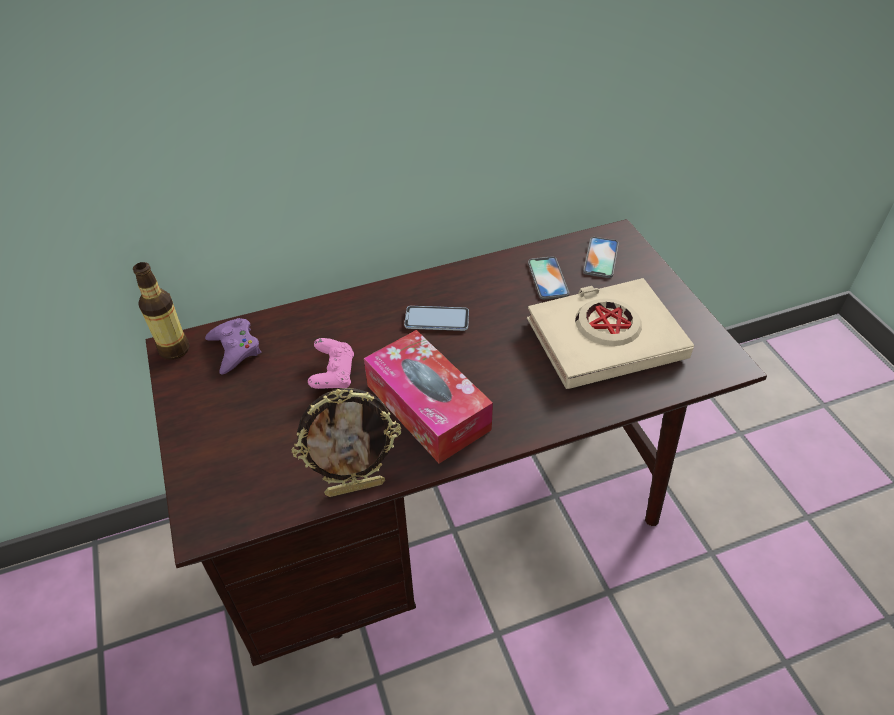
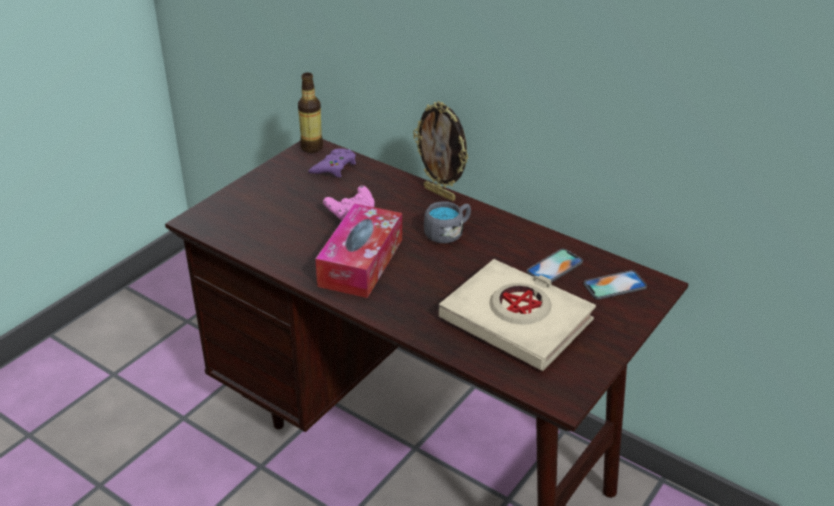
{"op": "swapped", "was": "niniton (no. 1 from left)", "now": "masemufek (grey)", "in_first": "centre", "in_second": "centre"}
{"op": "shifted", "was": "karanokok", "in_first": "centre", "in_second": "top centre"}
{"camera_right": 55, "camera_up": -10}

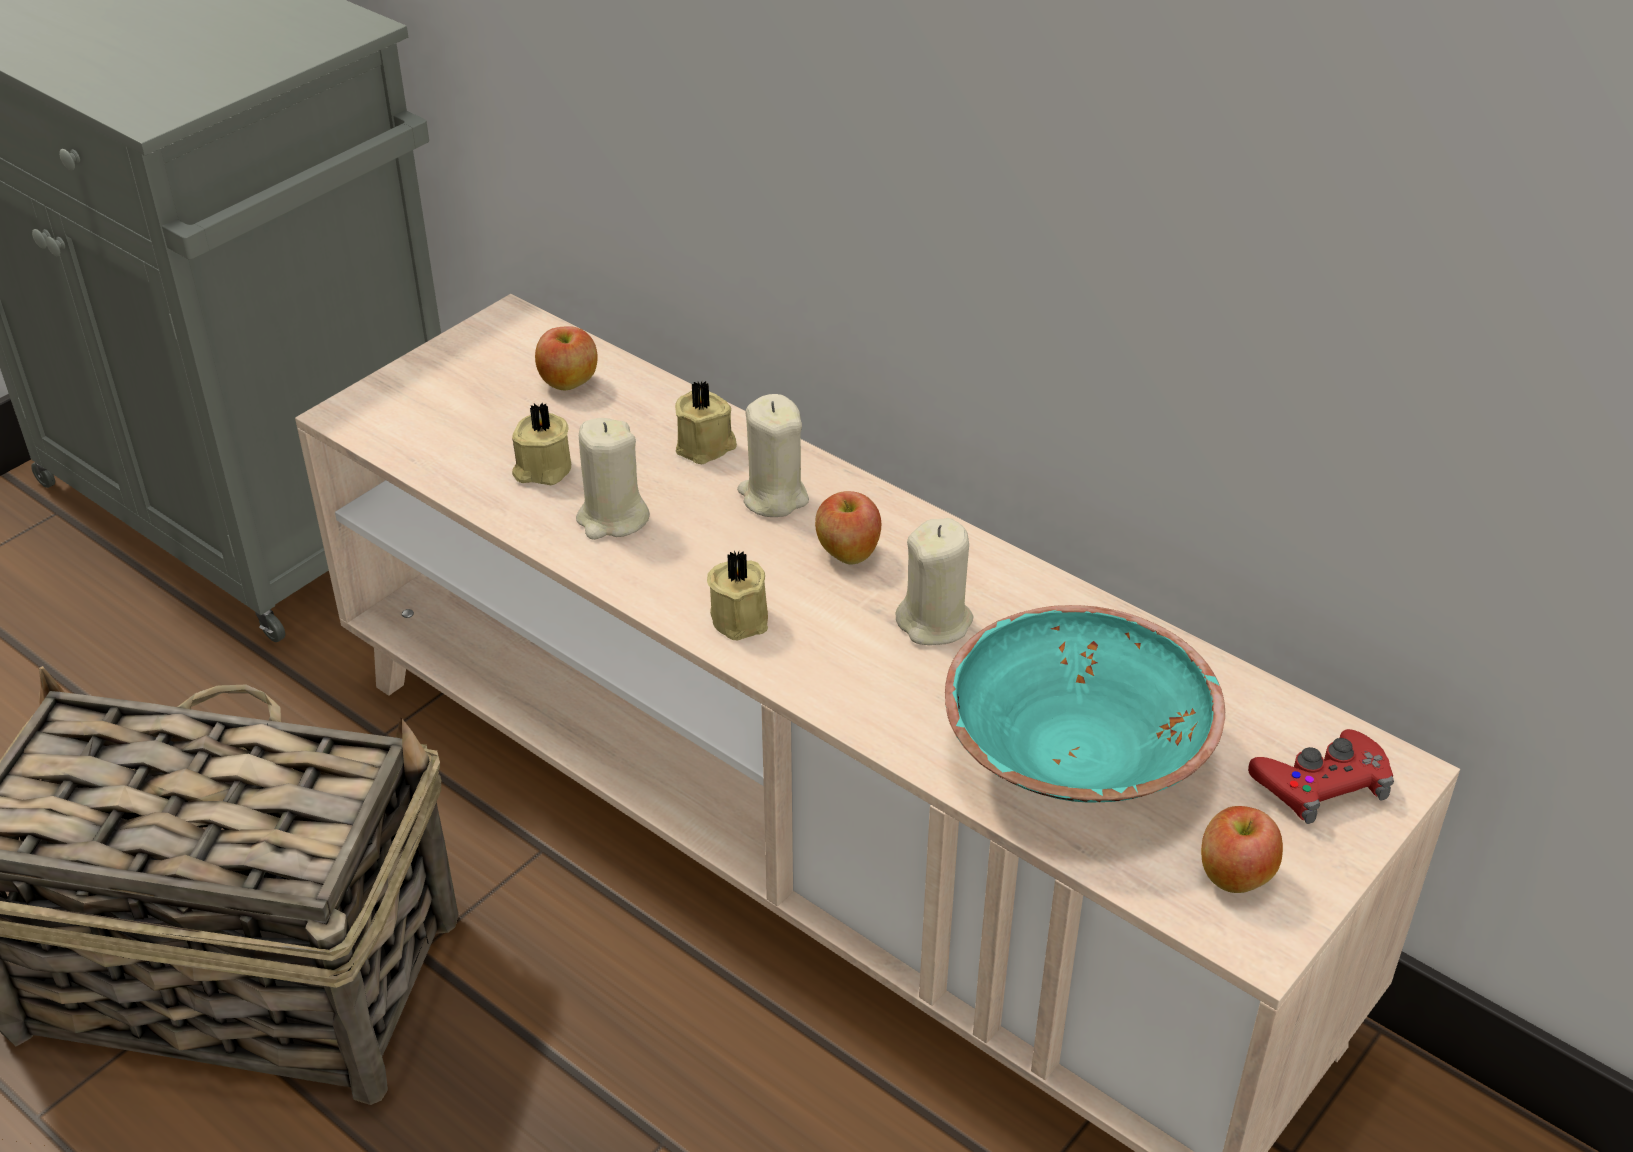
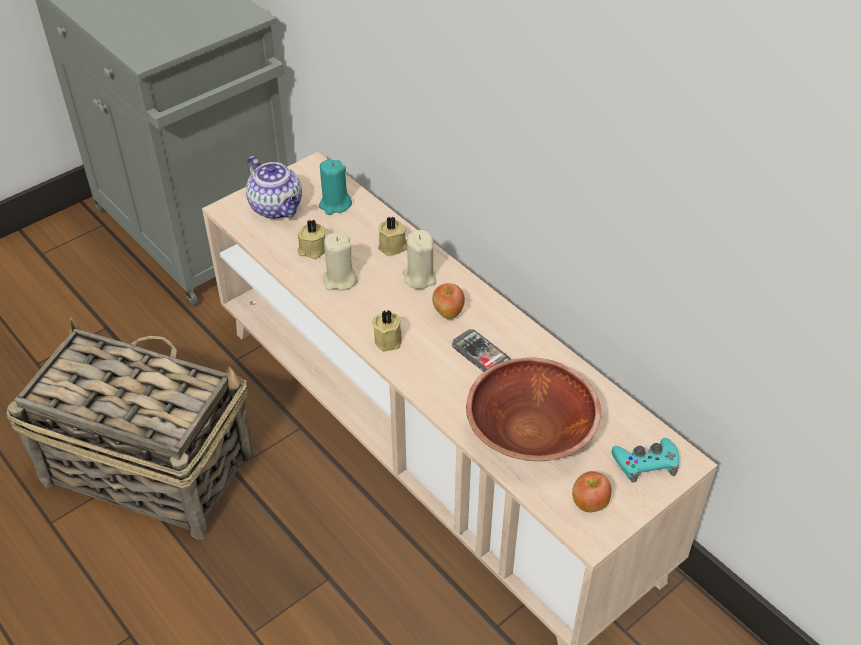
{"op": "swapped", "was": "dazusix (no. 1 from left)", "now": "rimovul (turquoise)", "in_first": "top centre", "in_second": "top centre"}
{"op": "swapped", "was": "rimovul (beige) (no. 6 from left)", "now": "niniton", "in_first": "centre", "in_second": "centre"}
{"op": "repainted", "was": "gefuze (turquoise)", "now": "gefuze (brown)", "in_first": "centre", "in_second": "centre"}
{"op": "repainted", "was": "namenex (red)", "now": "namenex (turquoise)", "in_first": "bottom right", "in_second": "bottom right"}
{"op": "new", "now": "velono", "in_second": "top left"}
{"camera_right": 10, "camera_up": 5}

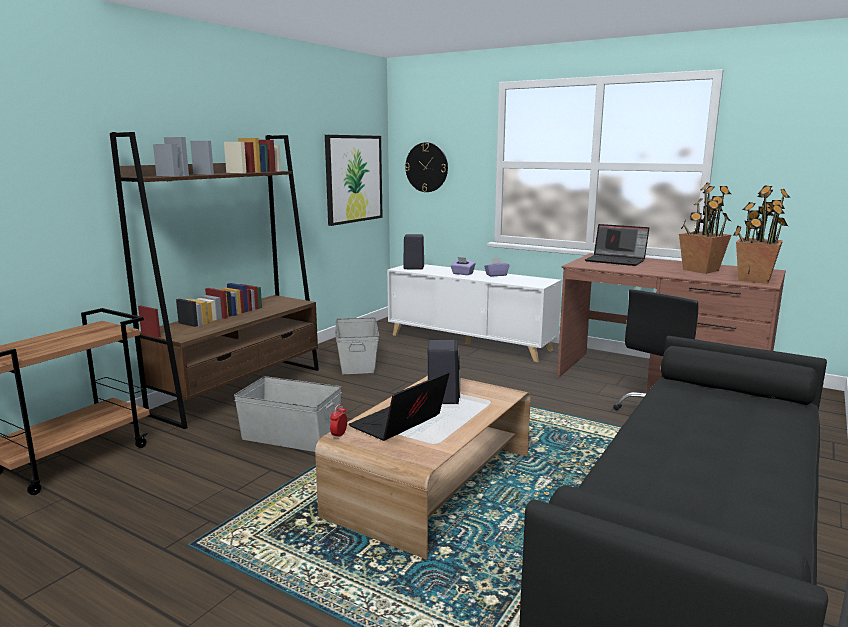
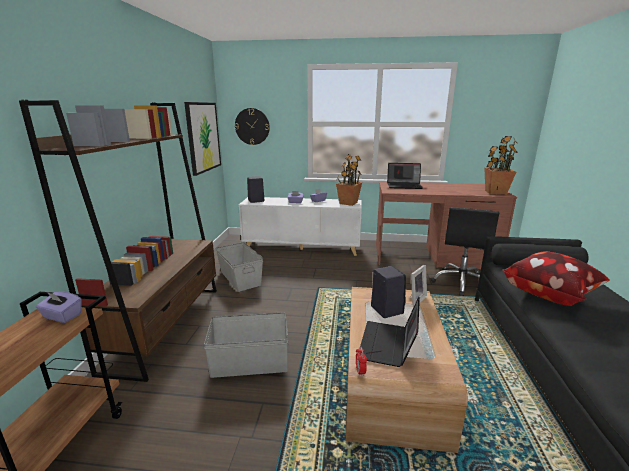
{"op": "shifted", "was": "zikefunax (no. 1 from left)", "in_first": "middle right", "in_second": "centre"}
{"op": "new", "now": "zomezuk", "in_second": "middle right"}
{"op": "new", "now": "karanokok", "in_second": "centre"}
{"op": "new", "now": "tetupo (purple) (no. 1 from left)", "in_second": "middle left"}
{"camera_right": -25, "camera_up": 5}

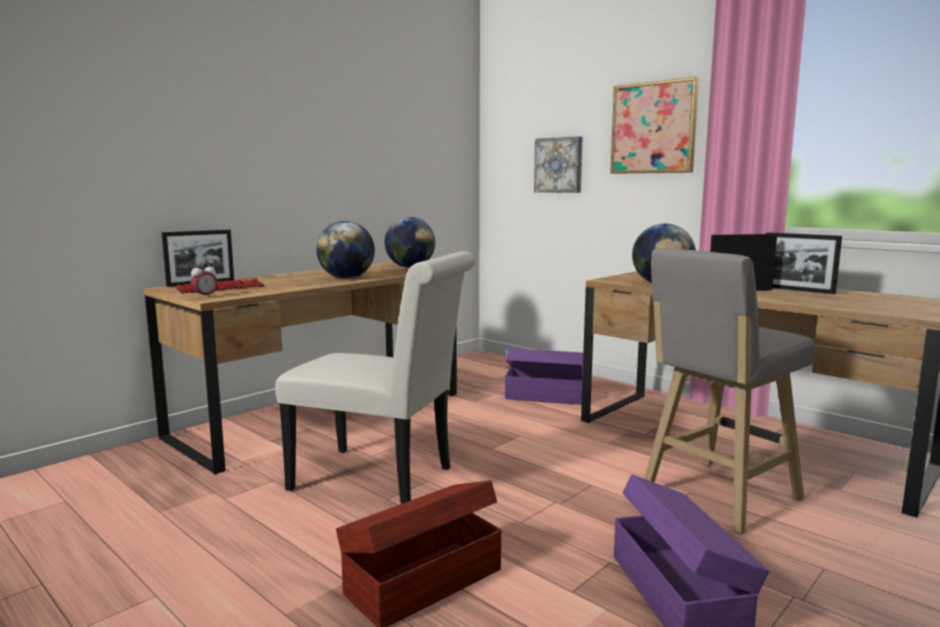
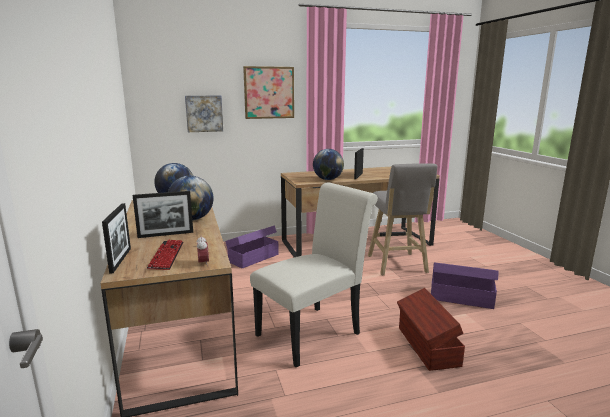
{"op": "shifted", "was": "karanokok (no. 3 from left in the first image)", "now": "karanokok (no. 2 from left)", "in_first": "middle right", "in_second": "middle left"}
{"camera_right": -60, "camera_up": 5}

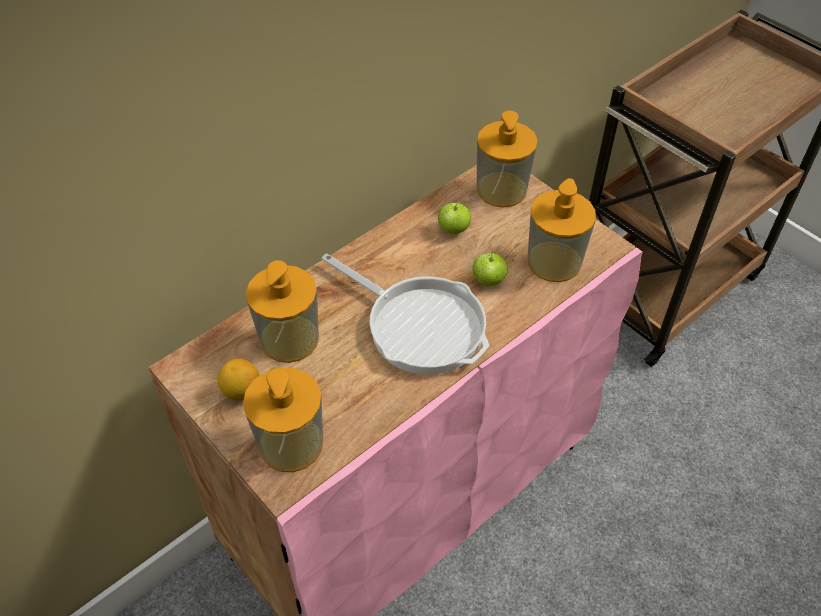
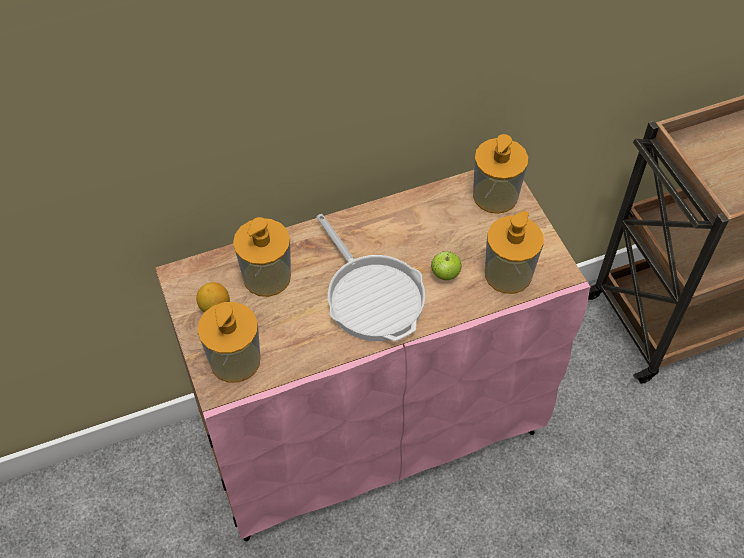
{"op": "gone", "was": "dazusix (no. 1 from left)", "in_first": "centre"}
{"camera_right": 20, "camera_up": 5}

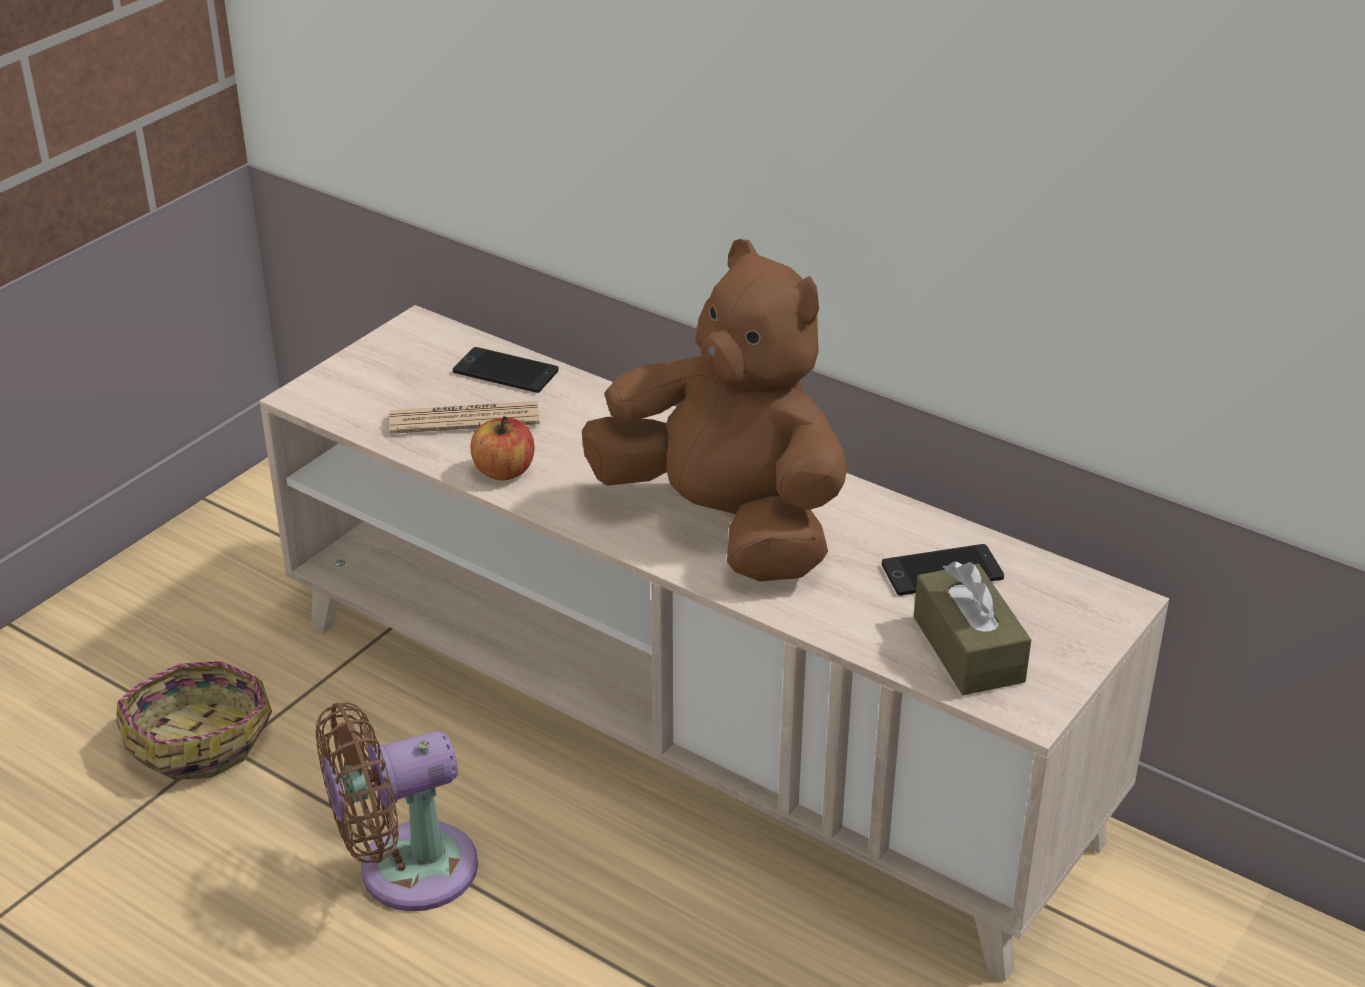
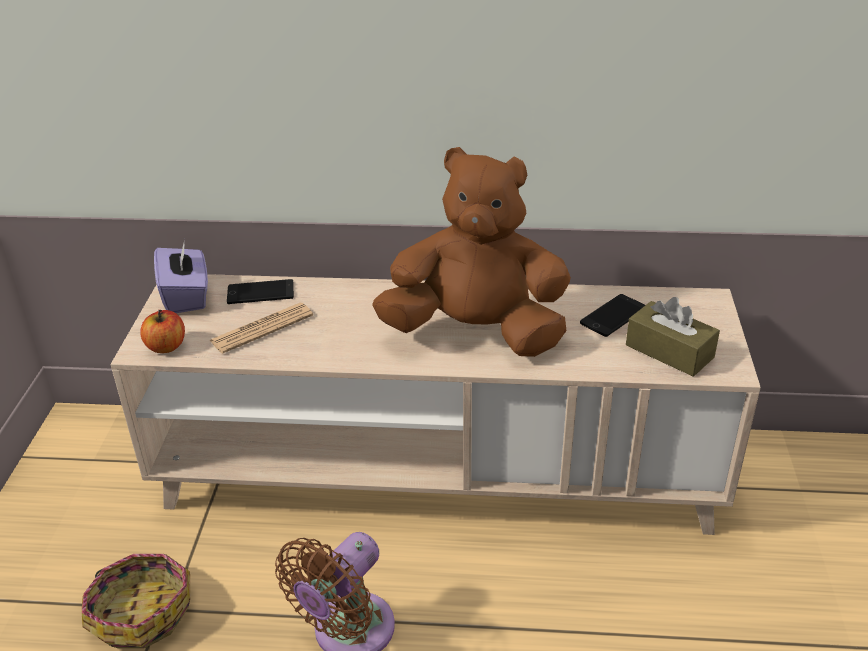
{"op": "shifted", "was": "dazusix", "in_first": "centre", "in_second": "middle left"}
{"op": "new", "now": "tetupo (purple)", "in_second": "middle left"}
{"camera_right": -30, "camera_up": 0}

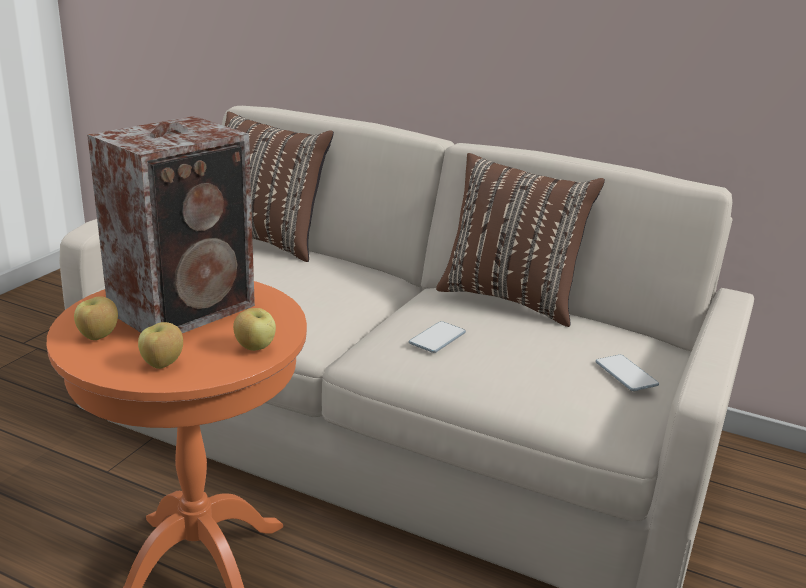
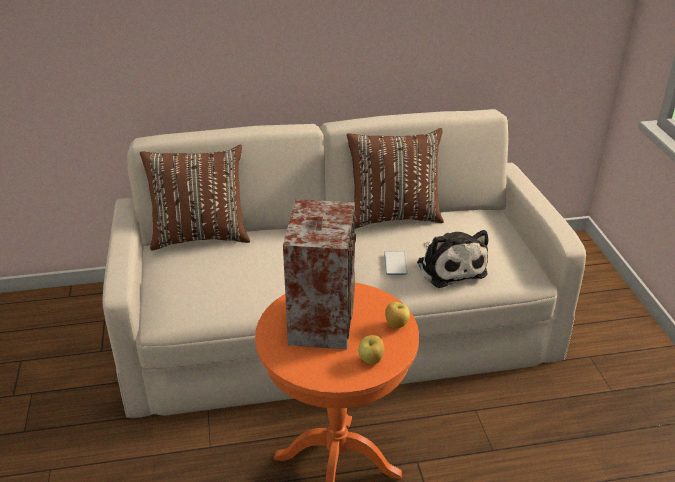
{"op": "gone", "was": "dazusix (no. 1 from left)", "in_first": "middle left"}
{"op": "gone", "was": "niniton (no. 2 from left)", "in_first": "middle right"}
{"op": "new", "now": "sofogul", "in_second": "middle right"}
{"camera_right": -35, "camera_up": 10}

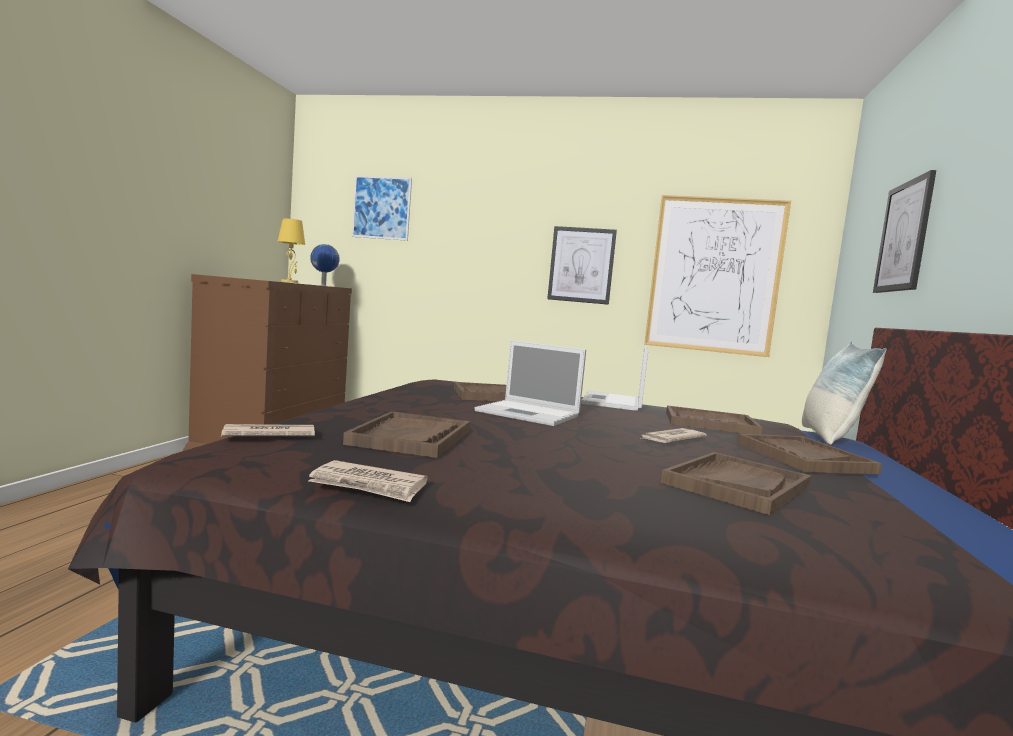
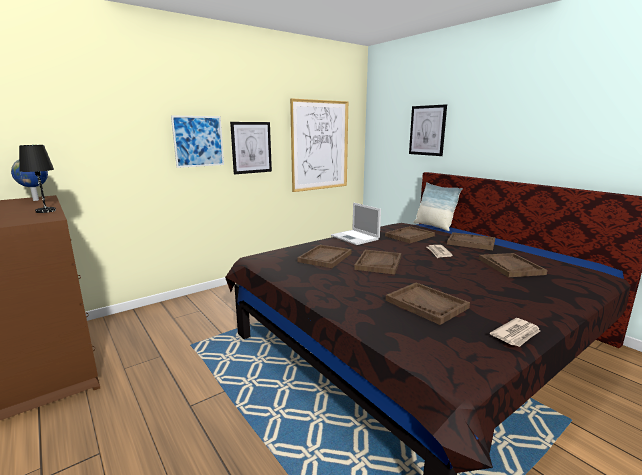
{"op": "shifted", "was": "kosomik (no. 1 from left)", "in_first": "top centre", "in_second": "top left"}
{"op": "repainted", "was": "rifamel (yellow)", "now": "rifamel (black)", "in_first": "middle left", "in_second": "middle left"}
{"op": "swapped", "was": "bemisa (no. 1 from left)", "now": "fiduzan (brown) (no. 2 from left)", "in_first": "centre", "in_second": "centre"}
{"op": "gone", "was": "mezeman (no. 1 from left)", "in_first": "middle left"}
{"camera_right": -50, "camera_up": 10}

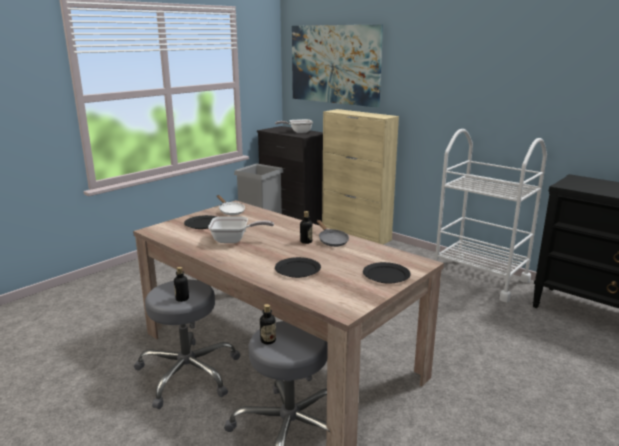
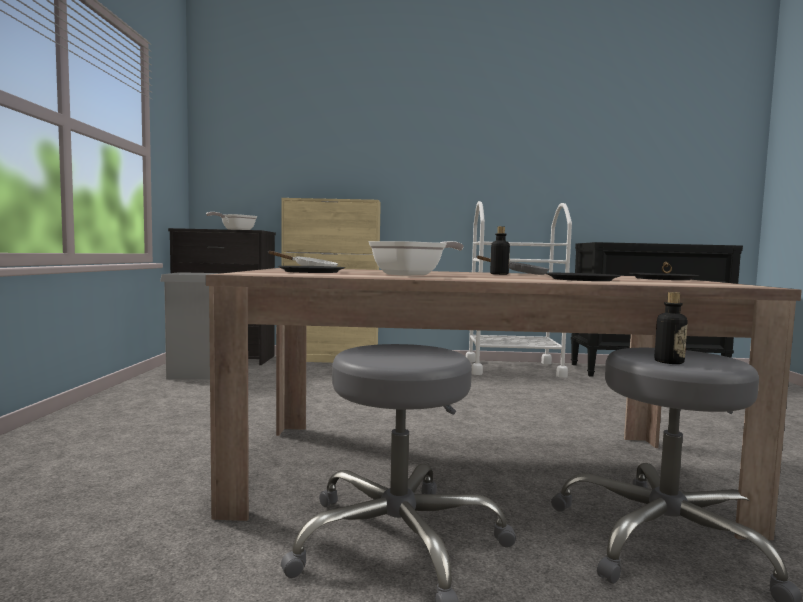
{"op": "gone", "was": "kosomik", "in_first": "top centre"}
{"op": "gone", "was": "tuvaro (no. 1 from left)", "in_first": "middle left"}
{"camera_right": -40, "camera_up": -15}

